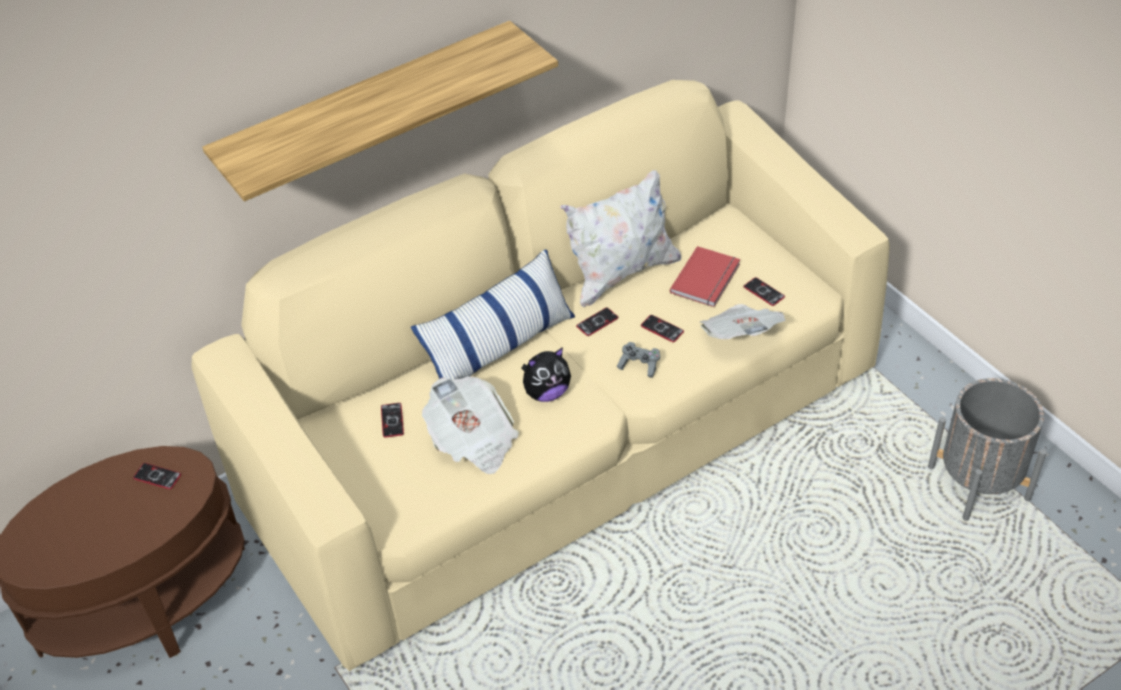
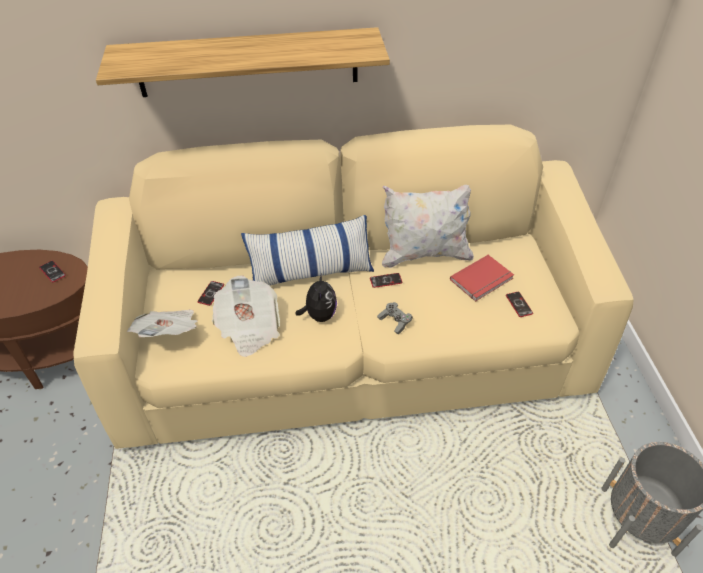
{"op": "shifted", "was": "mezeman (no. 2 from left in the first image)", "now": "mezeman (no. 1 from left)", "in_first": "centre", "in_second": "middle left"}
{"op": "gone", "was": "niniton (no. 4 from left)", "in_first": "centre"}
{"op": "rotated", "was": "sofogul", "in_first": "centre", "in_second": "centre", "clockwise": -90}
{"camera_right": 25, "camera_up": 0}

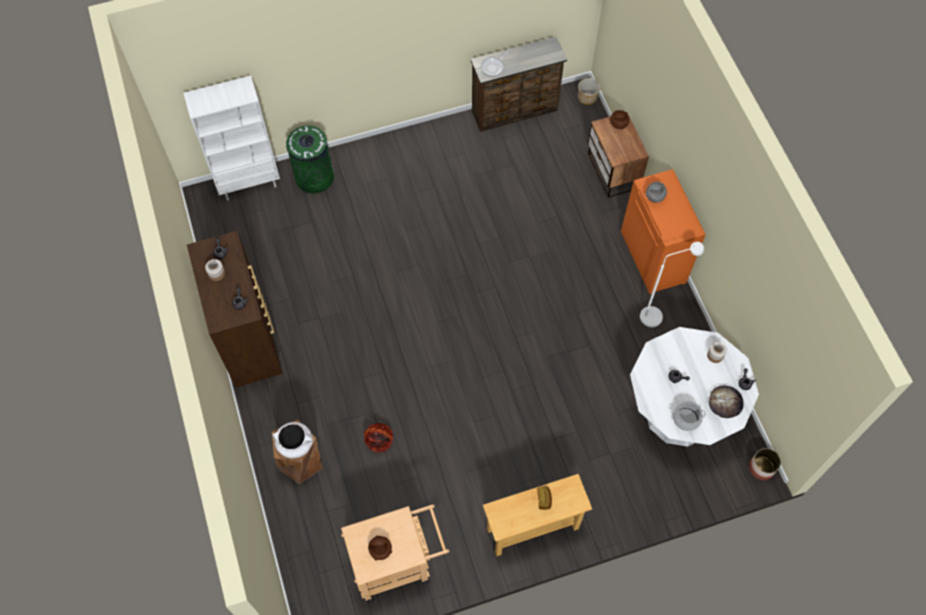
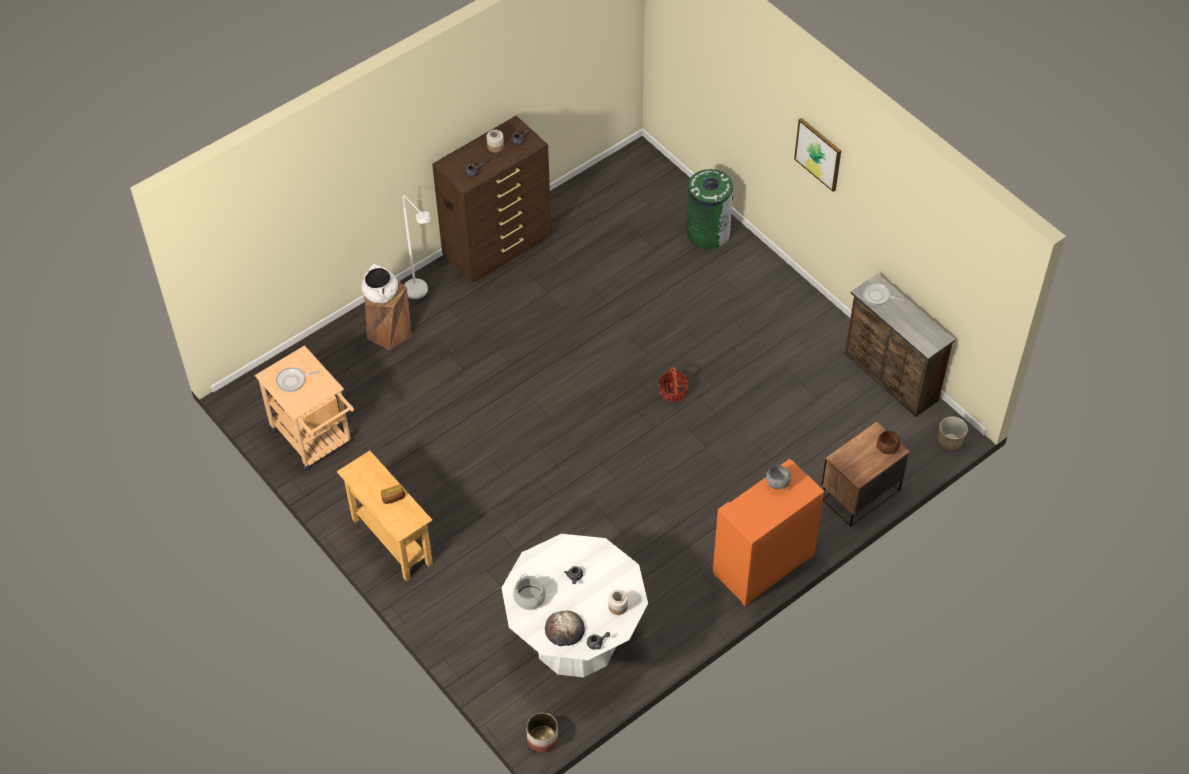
{"op": "gone", "was": "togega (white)", "in_first": "top left"}
{"op": "shifted", "was": "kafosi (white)", "in_first": "middle right", "in_second": "top centre"}
{"op": "shifted", "was": "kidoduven", "in_first": "bottom centre", "in_second": "centre"}
{"op": "swapped", "was": "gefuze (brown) (no. 1 from left)", "now": "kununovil (no. 1 from left)", "in_first": "bottom centre", "in_second": "middle left"}
{"op": "new", "now": "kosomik", "in_second": "top right"}
{"camera_right": 70, "camera_up": -10}

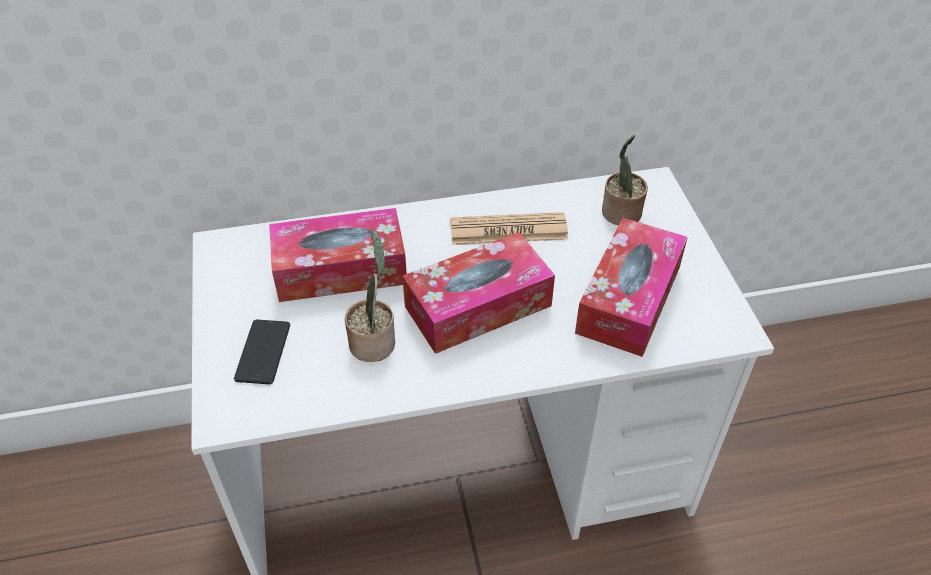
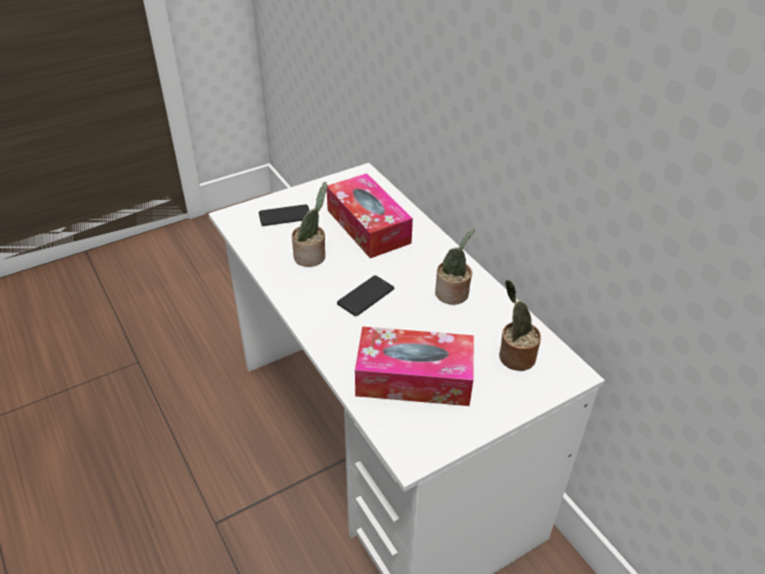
{"op": "swapped", "was": "mezeman", "now": "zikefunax (no. 2 from left)", "in_first": "centre", "in_second": "centre"}
{"op": "swapped", "was": "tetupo (no. 2 from left)", "now": "niniton (no. 2 from left)", "in_first": "centre", "in_second": "centre"}
{"camera_right": 70, "camera_up": -5}

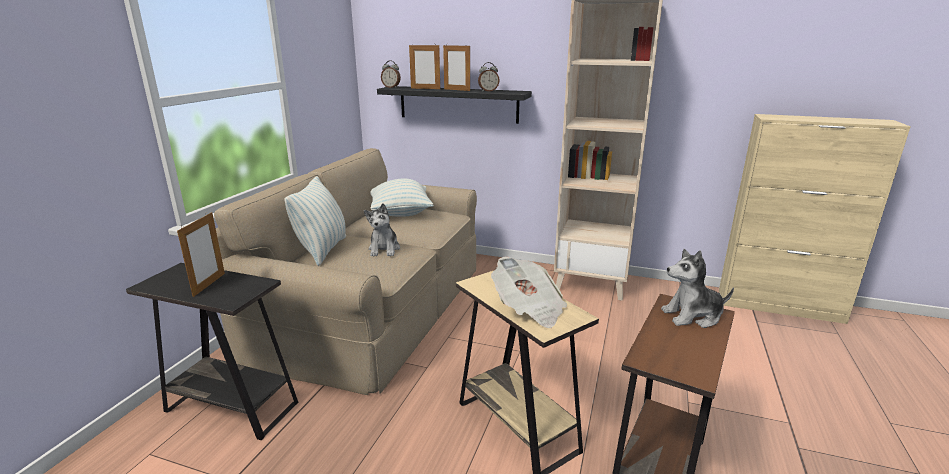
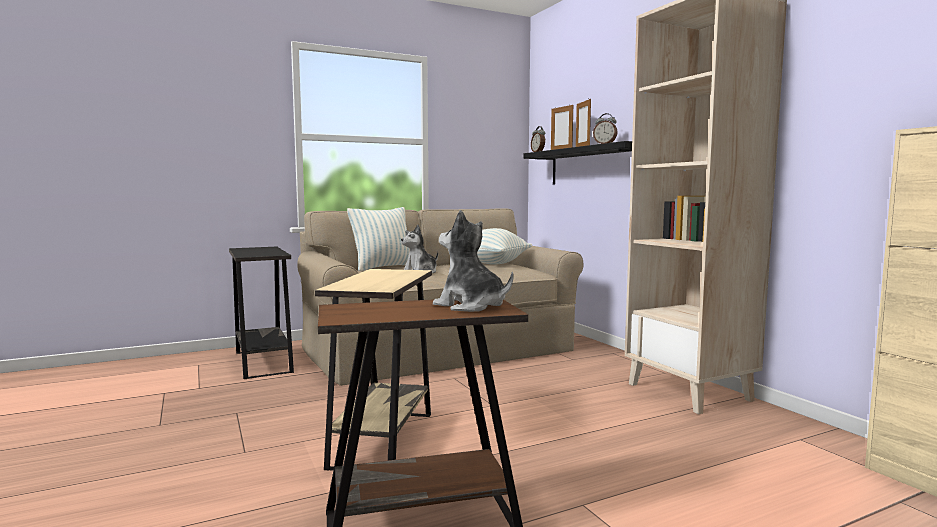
{"op": "gone", "was": "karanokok (no. 1 from left)", "in_first": "middle left"}
{"op": "gone", "was": "mezeman", "in_first": "centre"}
{"camera_right": 45, "camera_up": -15}

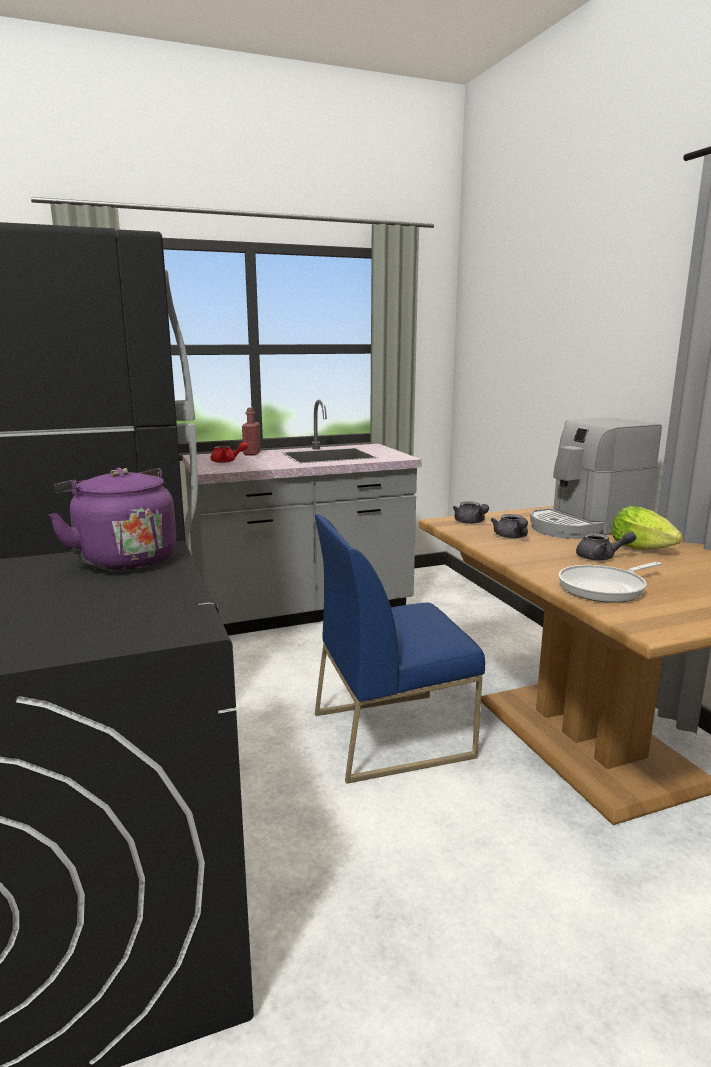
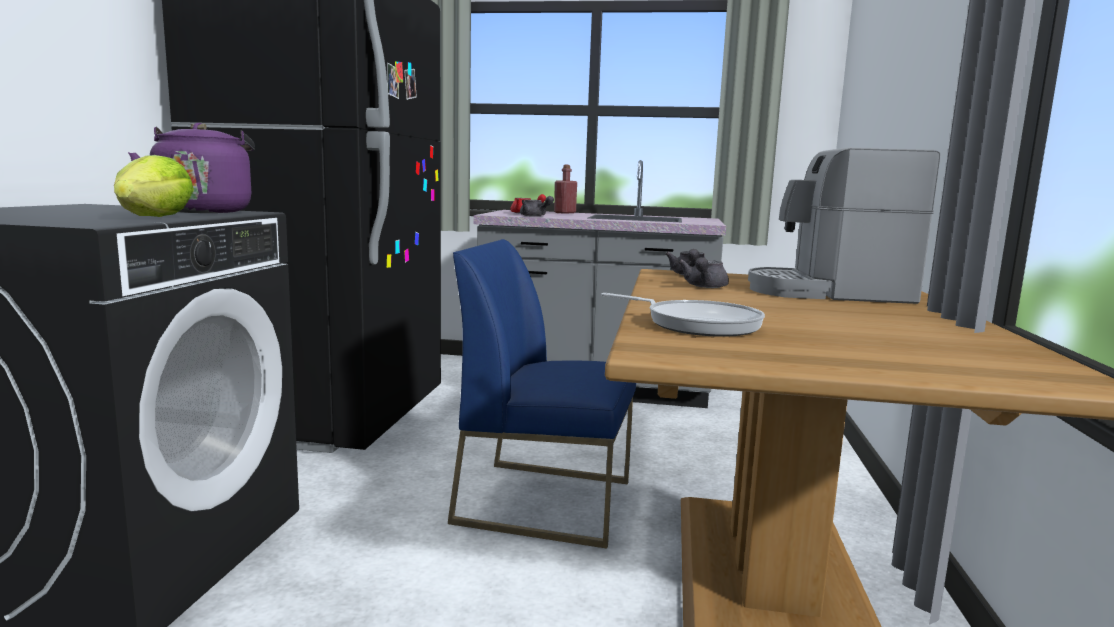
{"op": "shifted", "was": "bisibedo", "in_first": "middle right", "in_second": "top left"}
{"op": "shifted", "was": "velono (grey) (no. 3 from left in the first image)", "now": "velono (grey) (no. 1 from left)", "in_first": "middle right", "in_second": "top centre"}
{"op": "rotated", "was": "kununovil", "in_first": "middle right", "in_second": "centre", "clockwise": -150}
{"camera_right": 30, "camera_up": -5}

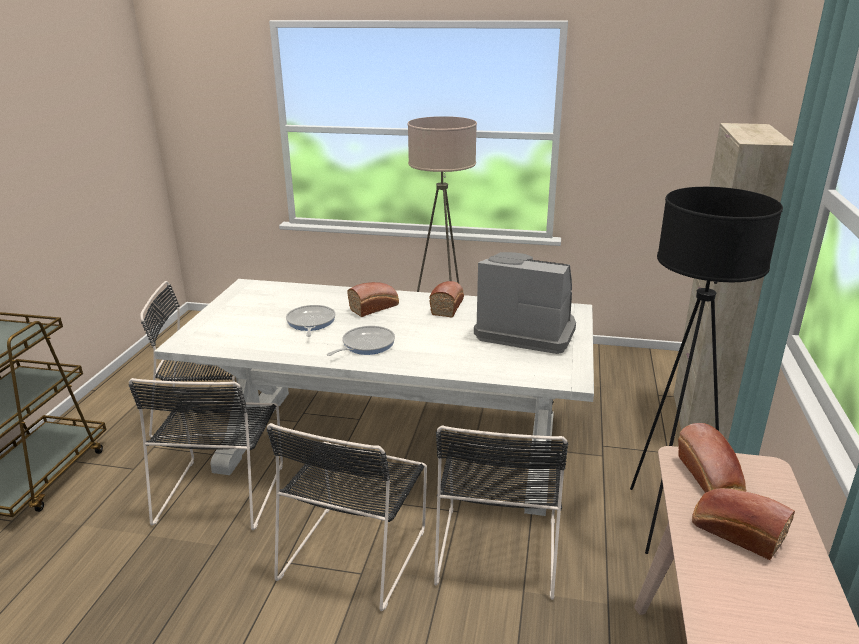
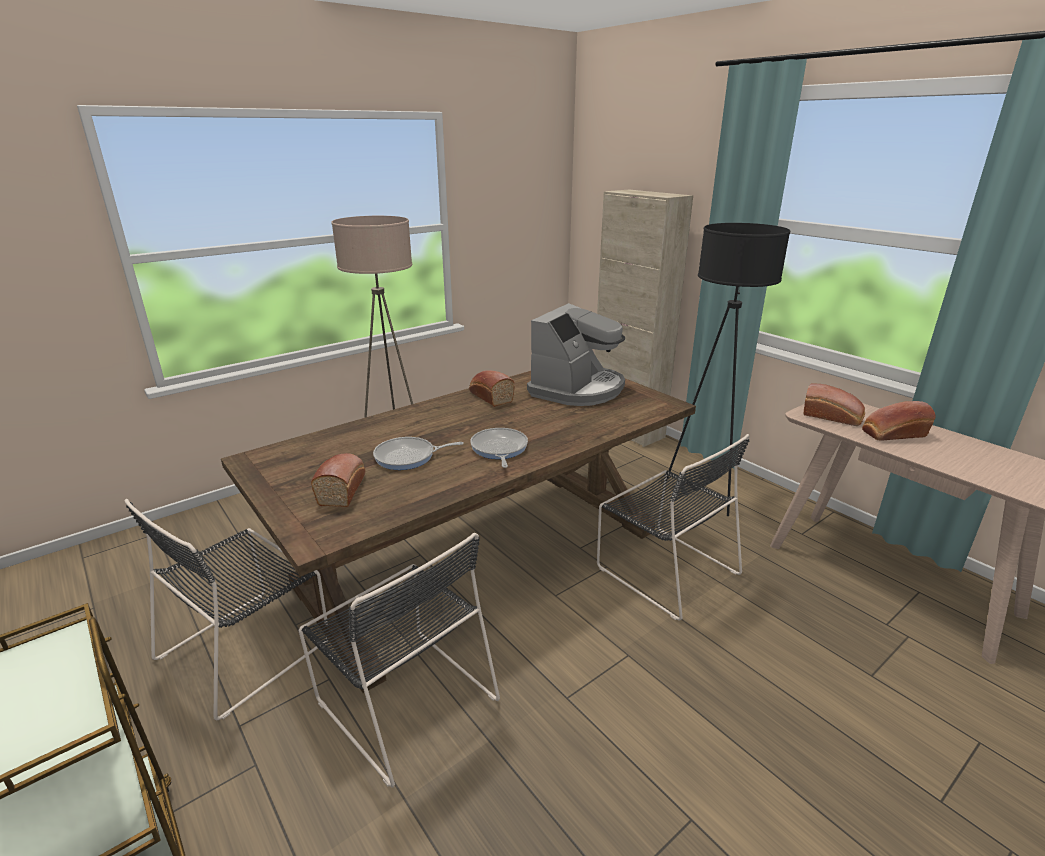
{"op": "rotated", "was": "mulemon", "in_first": "centre", "in_second": "centre", "clockwise": 150}
{"op": "repainted", "was": "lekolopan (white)", "now": "lekolopan (brown)", "in_first": "centre", "in_second": "centre"}
{"op": "shifted", "was": "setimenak (no. 1 from left)", "in_first": "centre", "in_second": "middle left"}
{"op": "rotated", "was": "kununovil (no. 1 from left)", "in_first": "centre", "in_second": "centre", "clockwise": -45}
{"op": "gone", "was": "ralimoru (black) (no. 3 from left)", "in_first": "bottom centre"}
{"camera_right": -50, "camera_up": 0}

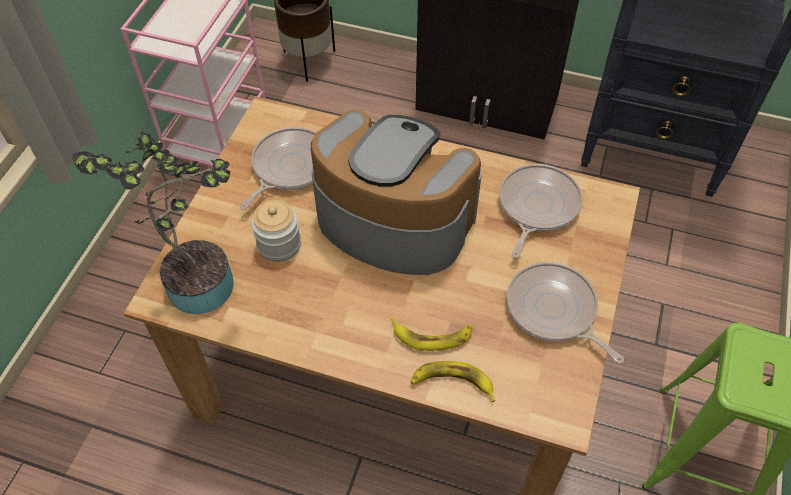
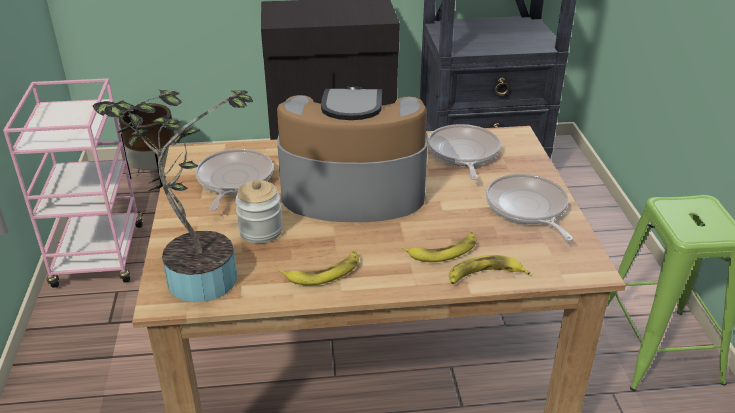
{"op": "rotated", "was": "kununovil (no. 3 from left)", "in_first": "middle right", "in_second": "middle right", "clockwise": 45}
{"op": "new", "now": "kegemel (no. 1 from left)", "in_second": "centre"}
{"camera_right": -25, "camera_up": -20}

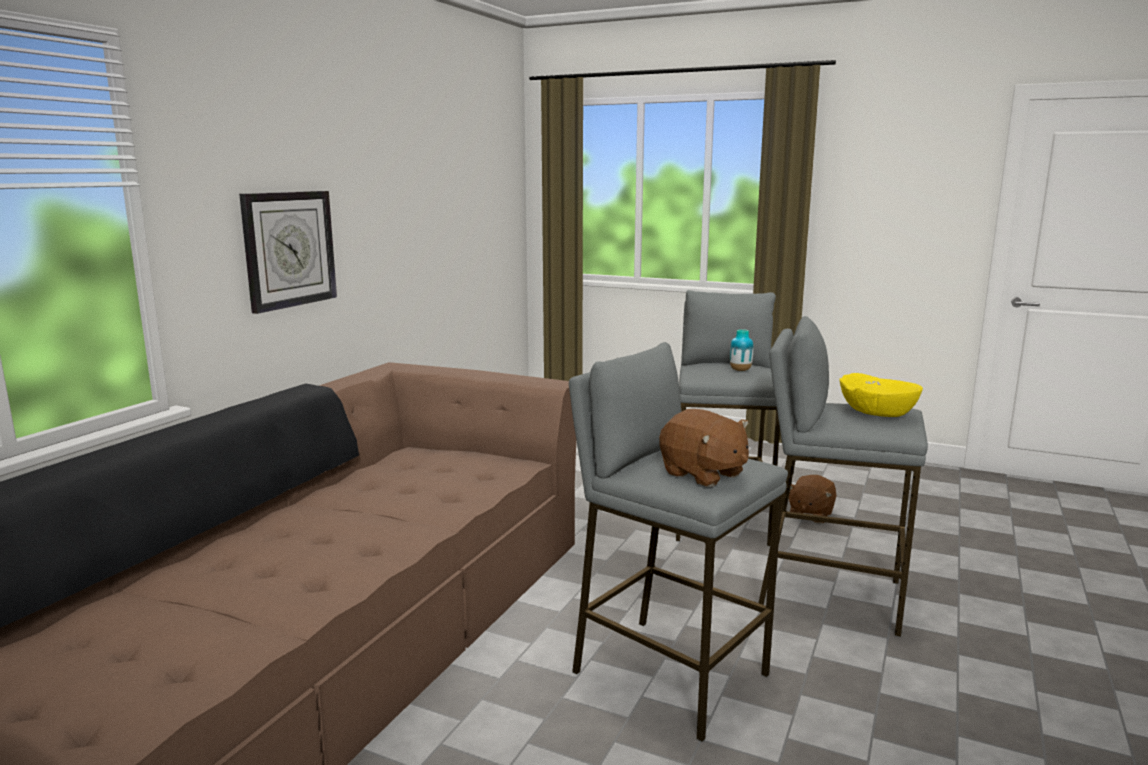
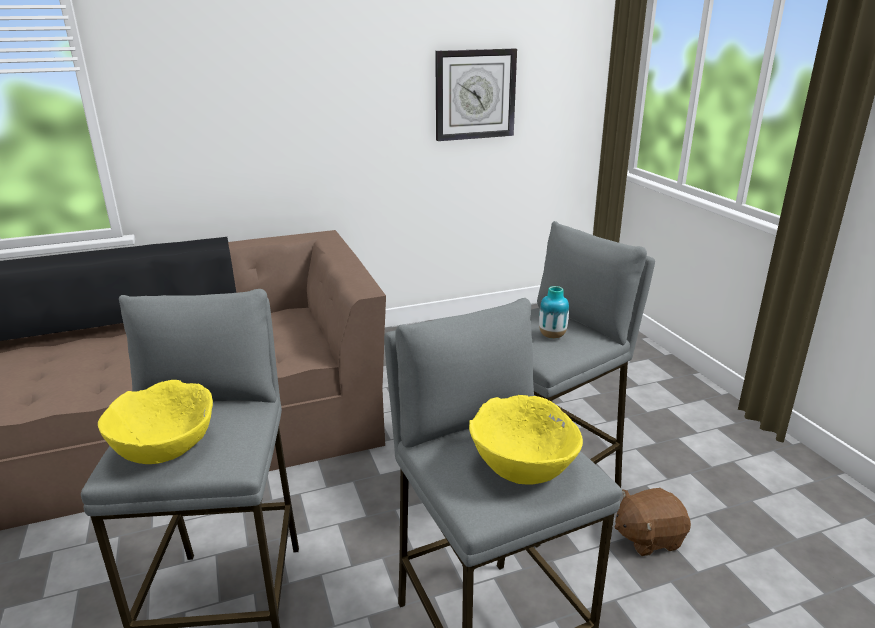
{"op": "shifted", "was": "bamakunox", "in_first": "top left", "in_second": "top centre"}
{"op": "swapped", "was": "sofogul (brown) (no. 1 from left)", "now": "gefuze (yellow) (no. 1 from left)", "in_first": "centre", "in_second": "bottom left"}
{"camera_right": 45, "camera_up": 10}

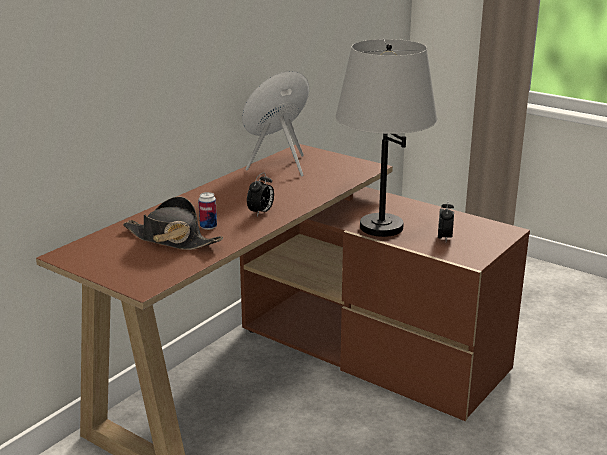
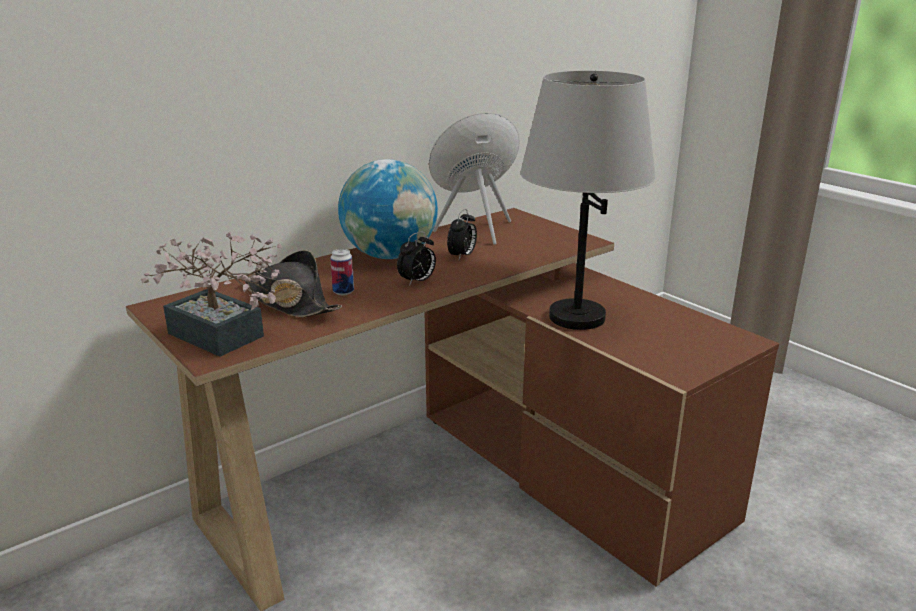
{"op": "shifted", "was": "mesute (no. 2 from left)", "in_first": "middle right", "in_second": "centre"}
{"op": "new", "now": "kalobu", "in_second": "centre"}
{"op": "new", "now": "zikefunax", "in_second": "middle left"}
{"camera_right": 15, "camera_up": 0}

